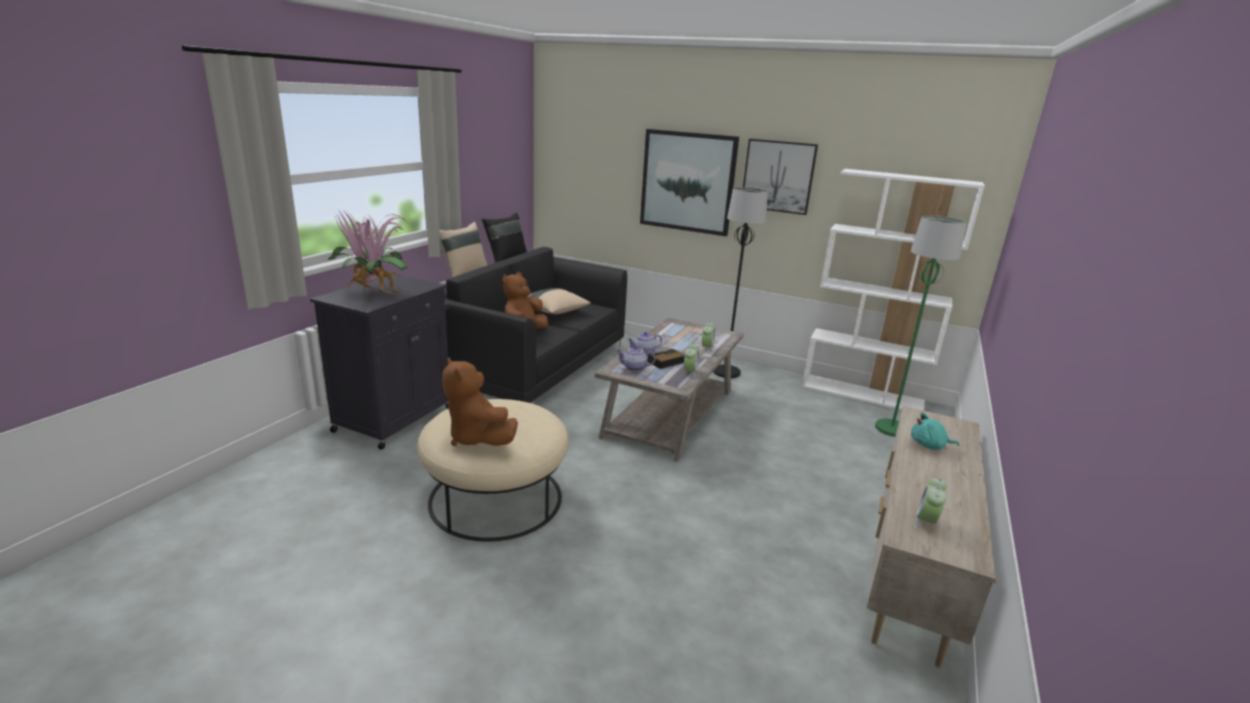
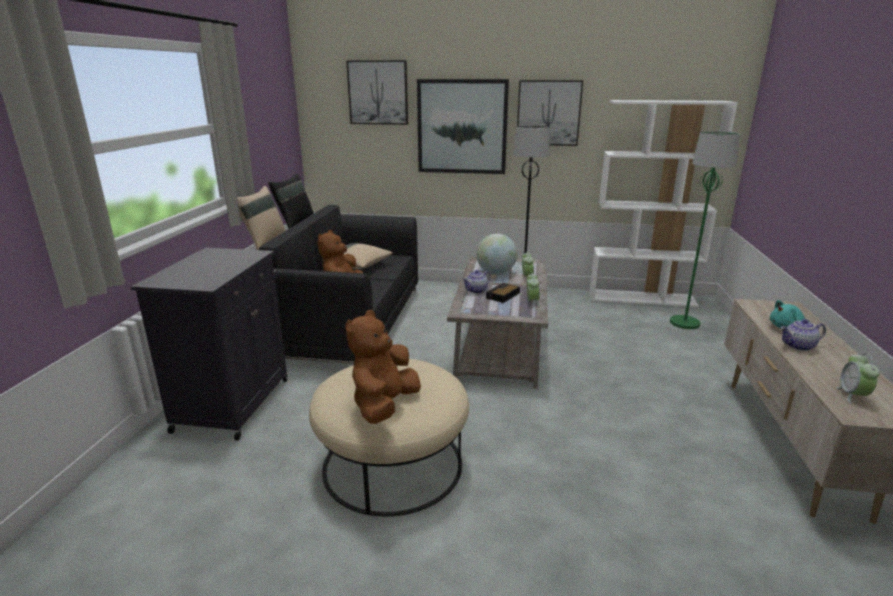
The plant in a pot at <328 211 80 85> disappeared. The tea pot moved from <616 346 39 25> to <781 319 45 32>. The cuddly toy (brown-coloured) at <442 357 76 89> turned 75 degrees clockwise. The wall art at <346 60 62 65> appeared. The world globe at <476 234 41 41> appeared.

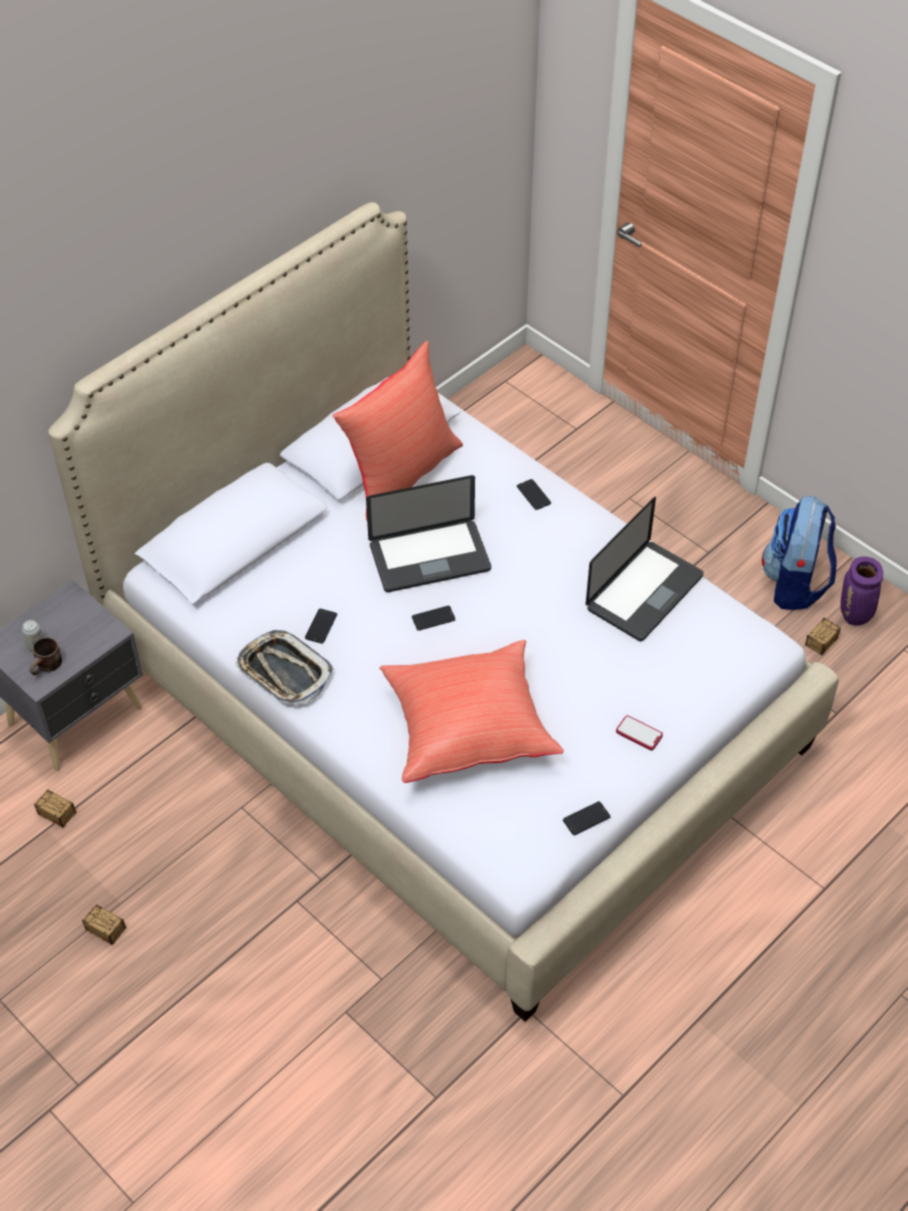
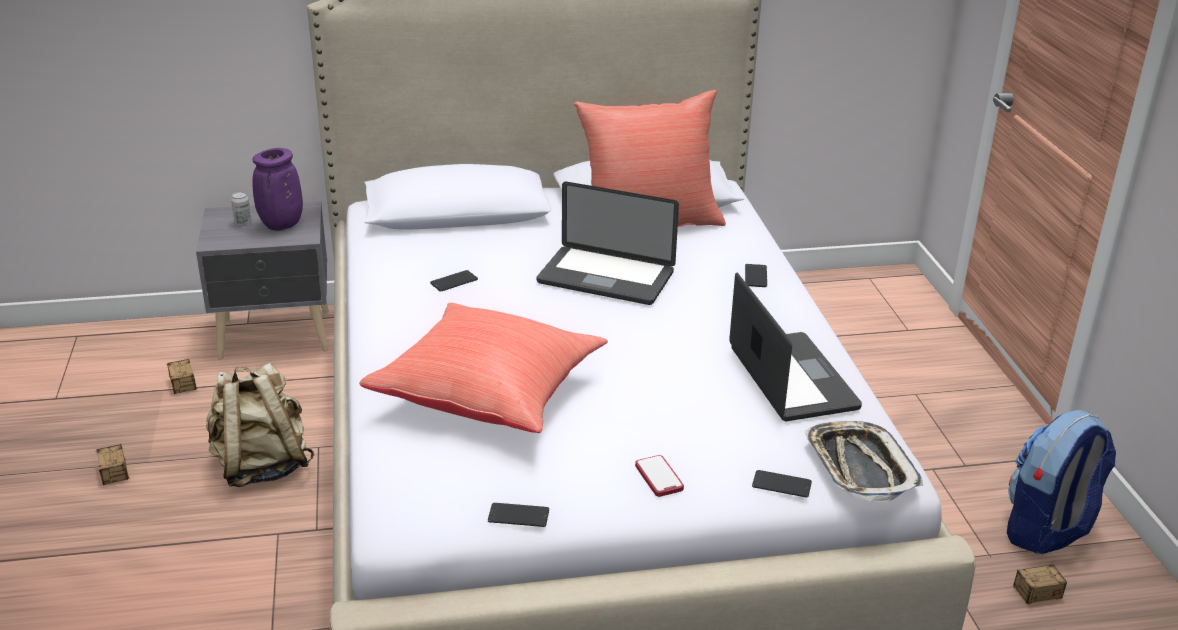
The laptop at <586 497 118 144> turned 90 degrees counterclockwise. The vase (purple) moved from <840 556 43 70> to <252 148 51 83>. The telephone moved from <412 606 44 25> to <752 470 60 28>. The serving tray moved from <235 630 99 75> to <804 421 119 81>. The tea mug (brown-coloured) at <30 637 32 38> disappeared. The rucksack (beige) at <206 363 108 124> appeared.

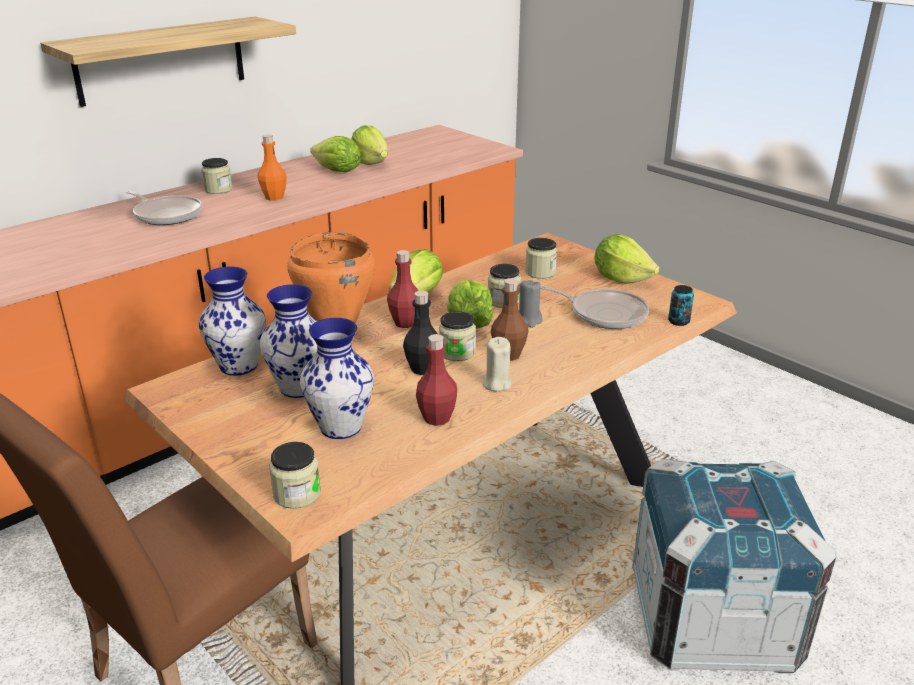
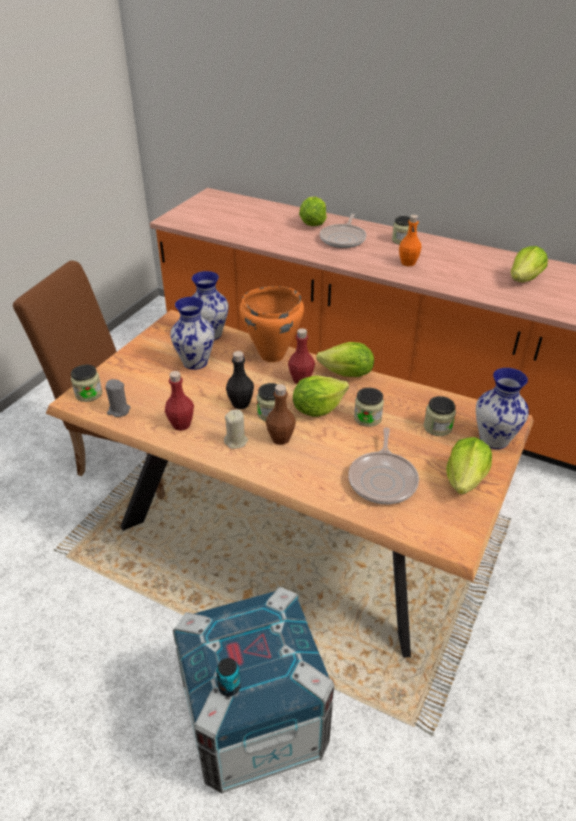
The shelf at <40 17 256 90> disappeared. The head of lettuce moved from <310 136 51 36> to <299 197 28 29>. The wax light (gray) moved from <519 280 24 48> to <105 379 26 38>. The metal can moved from <668 285 26 41> to <216 658 25 38>. The vase moved from <300 318 74 121> to <476 368 53 81>.

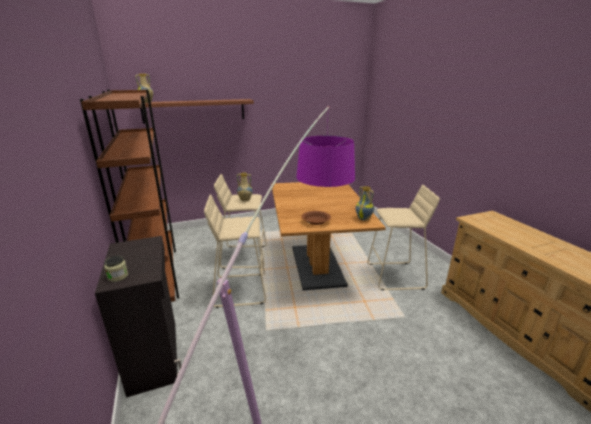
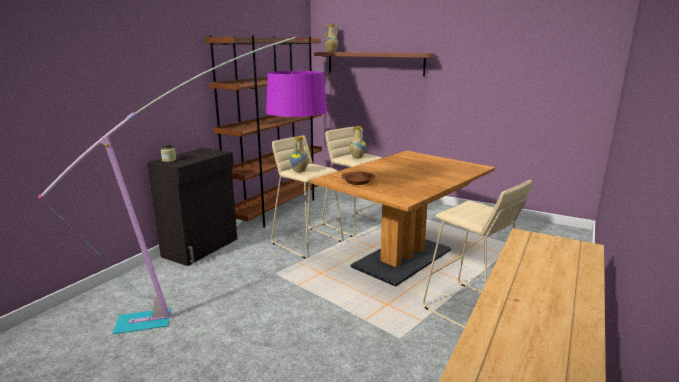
The vase moved from <355 186 19 35> to <290 136 19 36>.

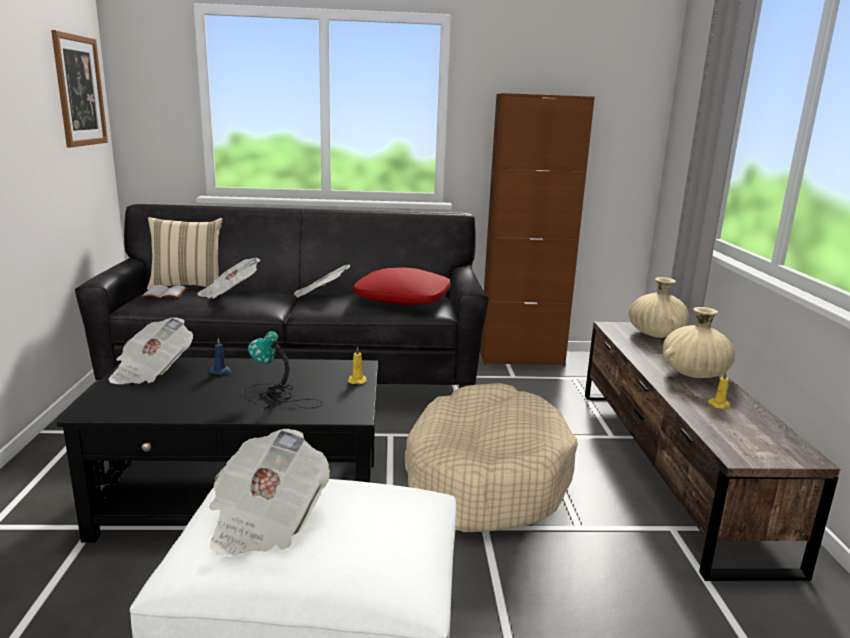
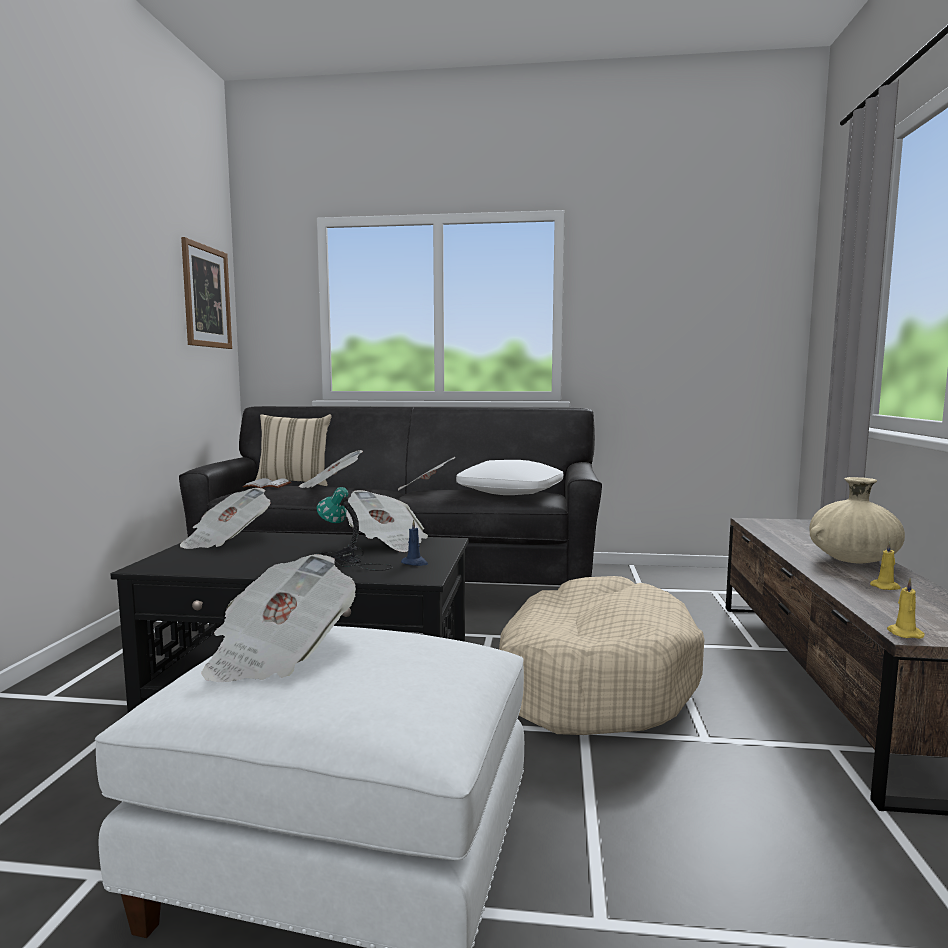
The cupboard (brown-coloured) at <480 93 115 273> disappeared. The cushion (reddish) at <354 267 97 39> became the cushion (whitish) at <456 460 107 35>. The vase (beige) at <629 277 60 61> disappeared. The wax light (blue-coloured) moved from <210 338 22 37> to <401 520 27 46>. The wax light (yellow) moved from <348 346 19 38> to <887 579 38 60>. The daily paper at <346 490 82 62> appeared.

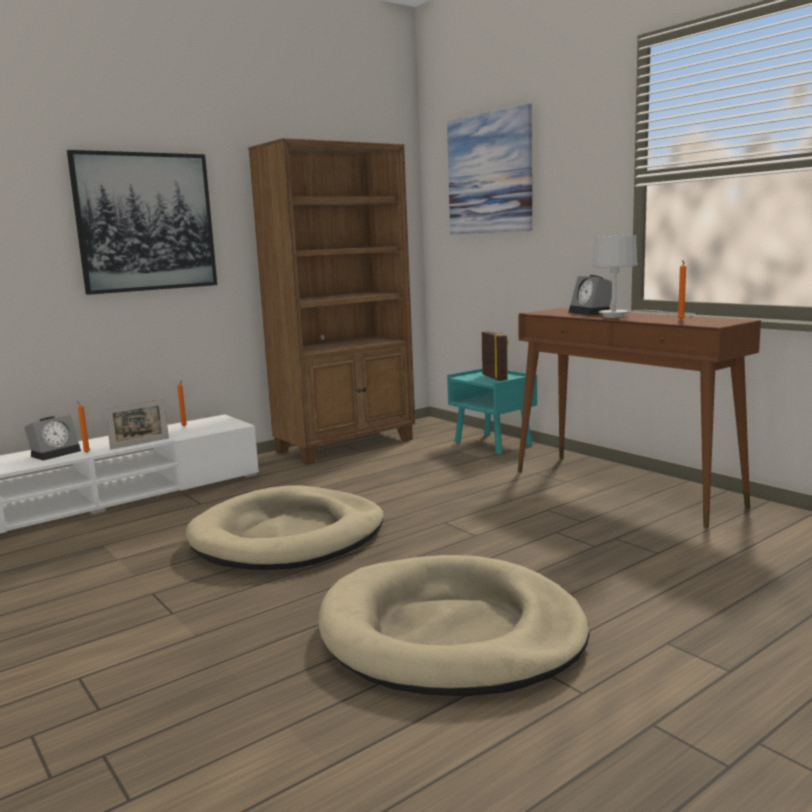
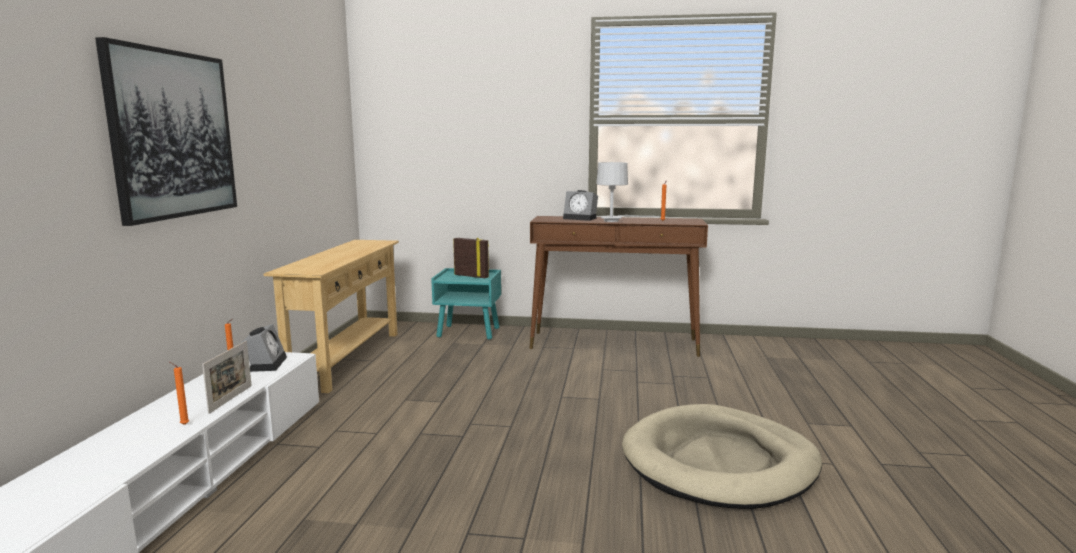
The wall art at <447 103 85 131> disappeared. The bookcase (brown-coloured) at <248 138 167 327> was replaced by the hall table (beige) at <264 240 135 153>. The alarm clock moved from <24 415 57 46> to <241 324 46 48>. The dog bed (beige) at <186 485 198 85> disappeared.

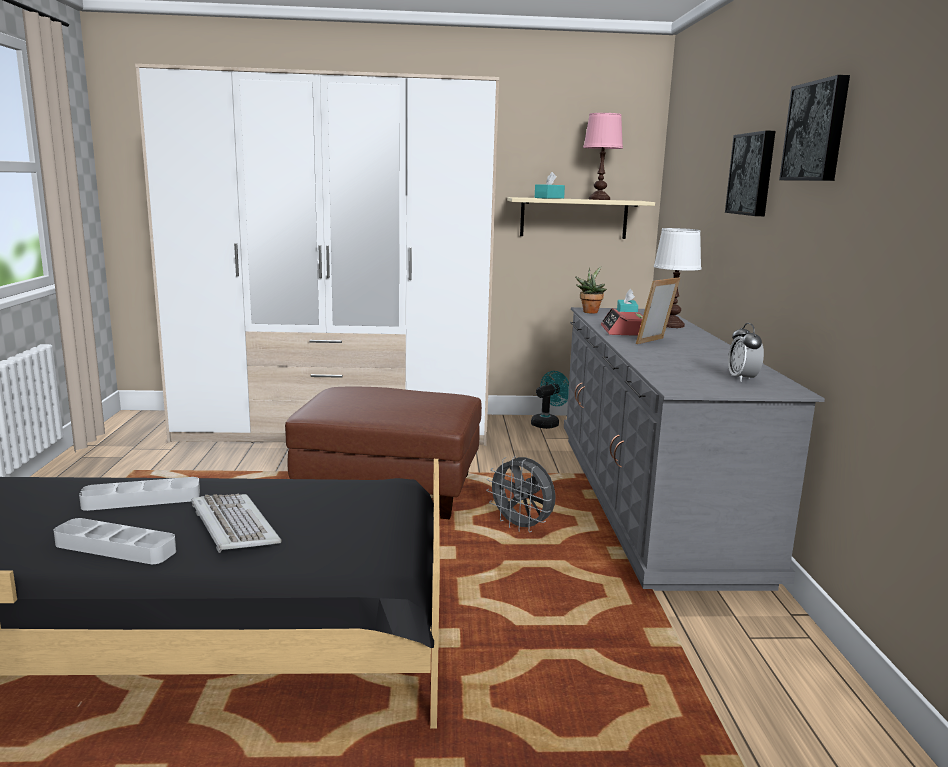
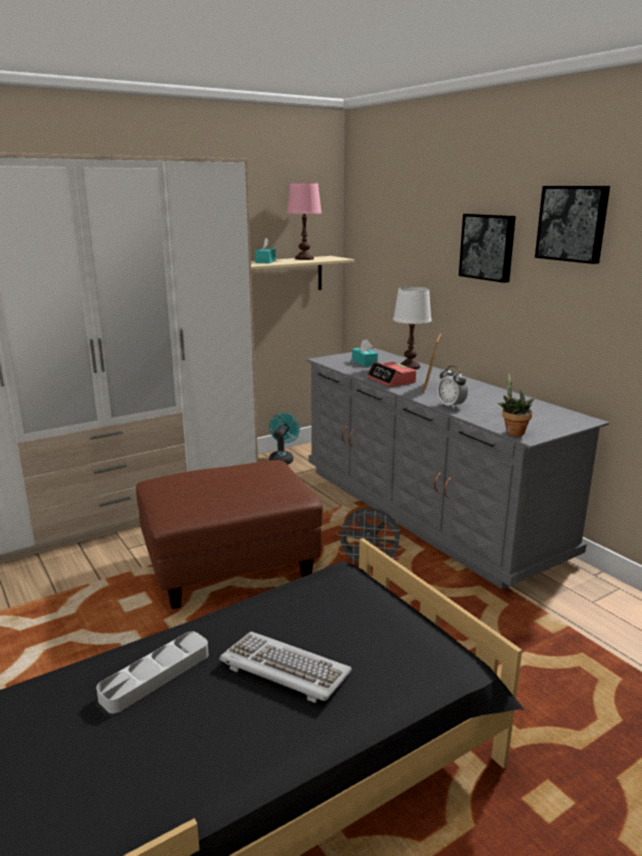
The plant in a pot moved from <575 266 32 48> to <498 374 36 62>. The alarm clock moved from <728 323 36 59> to <437 366 31 43>. The serving tray (gray) at <54 518 122 46> disappeared.

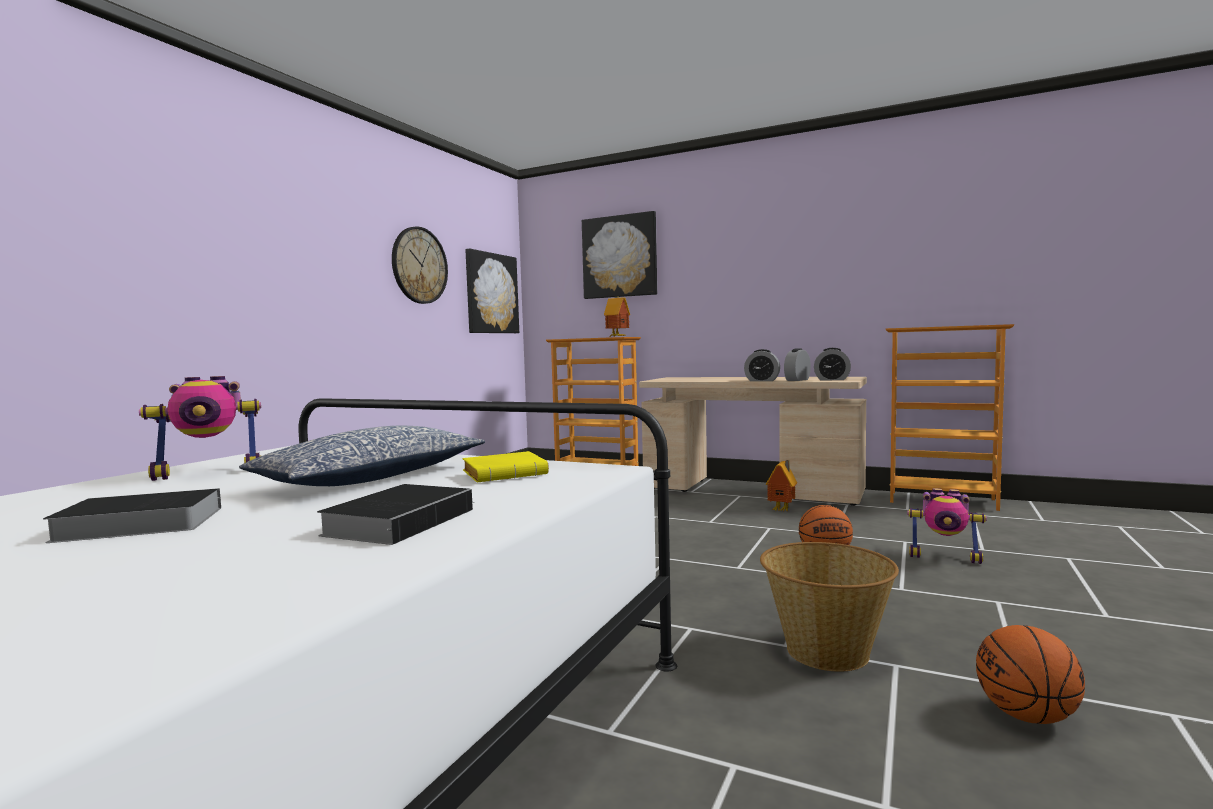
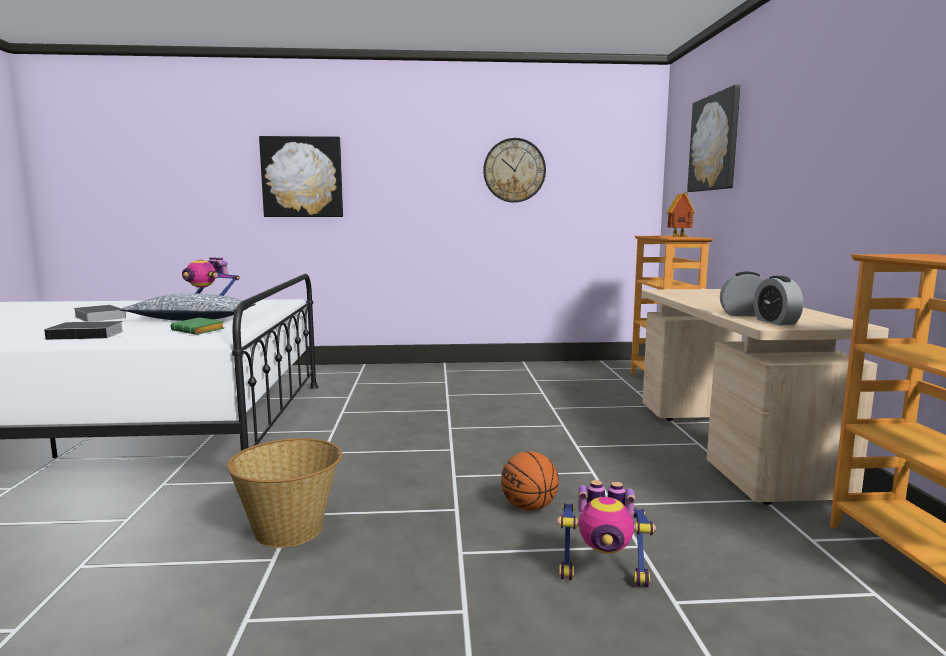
The wall art moved from <465 249 54 84> to <259 136 84 81>. The alarm clock at <744 349 36 32> disappeared. The volume (yellow) at <463 451 86 31> became the volume (greenish) at <171 317 53 18>. The miniature house at <765 460 32 51> disappeared. The robot figure at <907 488 80 76> turned 75 degrees counterclockwise. The basketball at <976 625 109 99> disappeared.

